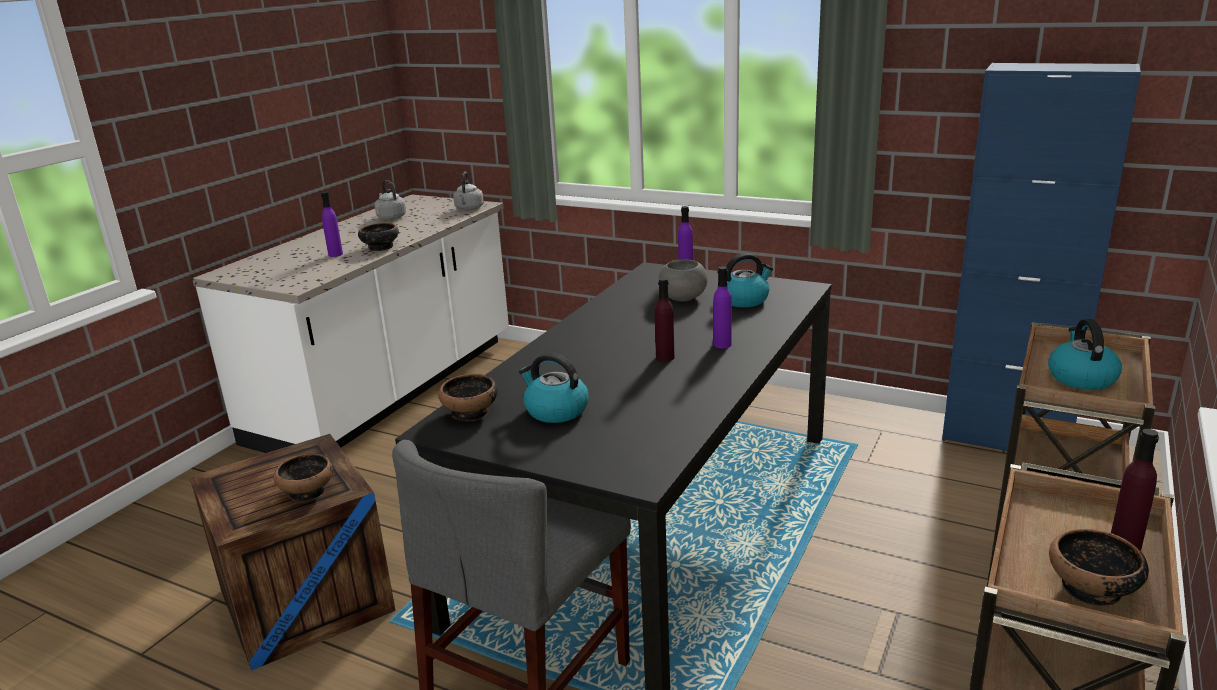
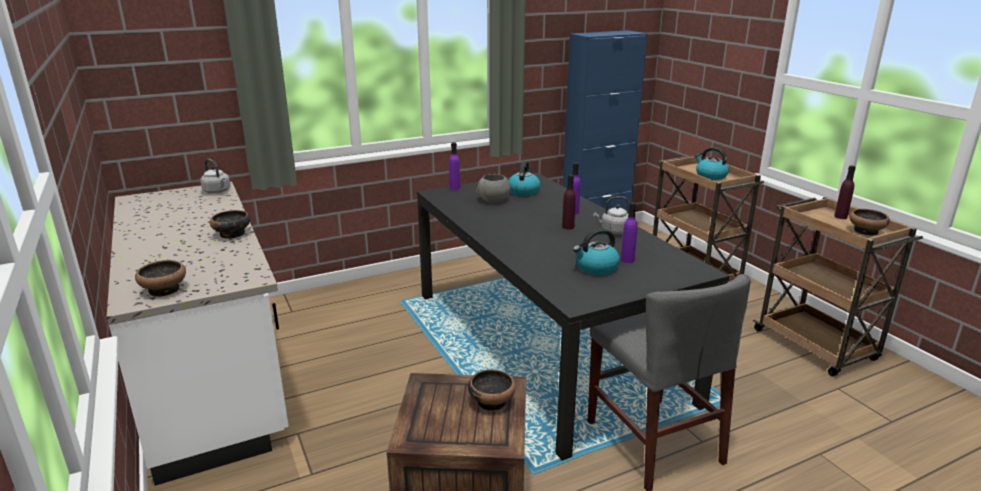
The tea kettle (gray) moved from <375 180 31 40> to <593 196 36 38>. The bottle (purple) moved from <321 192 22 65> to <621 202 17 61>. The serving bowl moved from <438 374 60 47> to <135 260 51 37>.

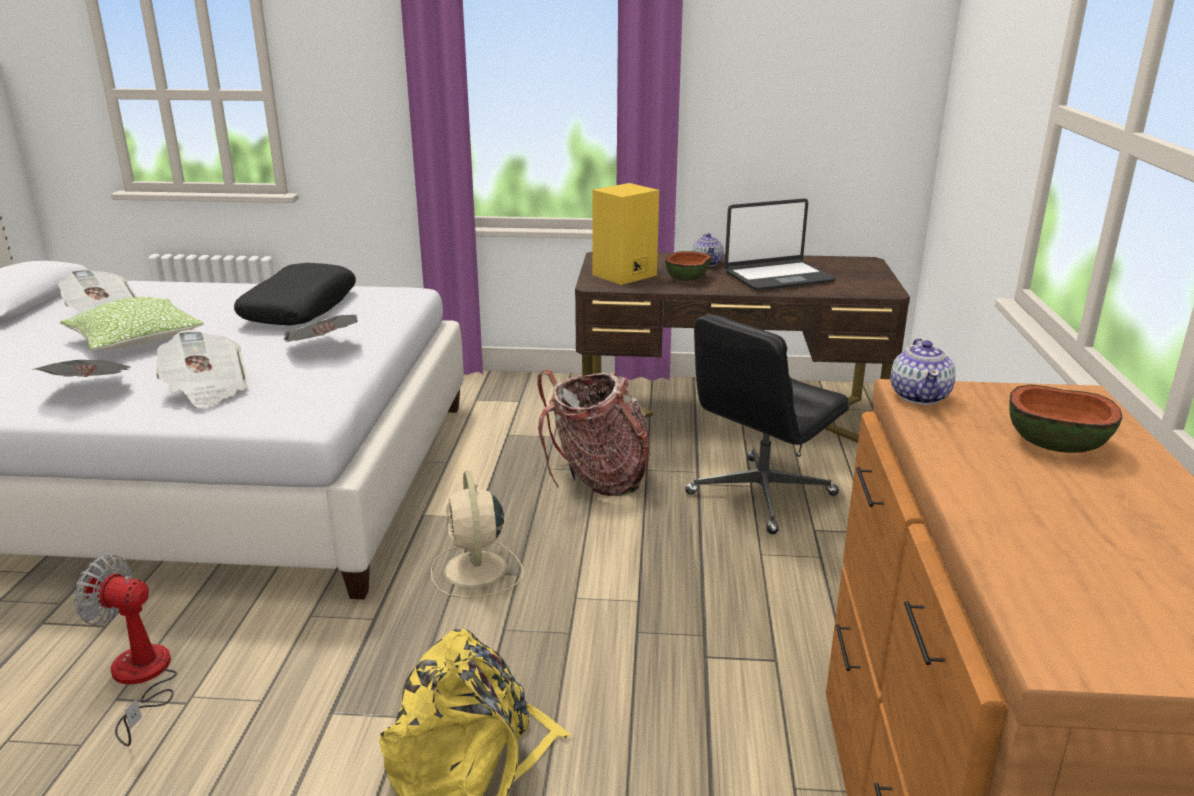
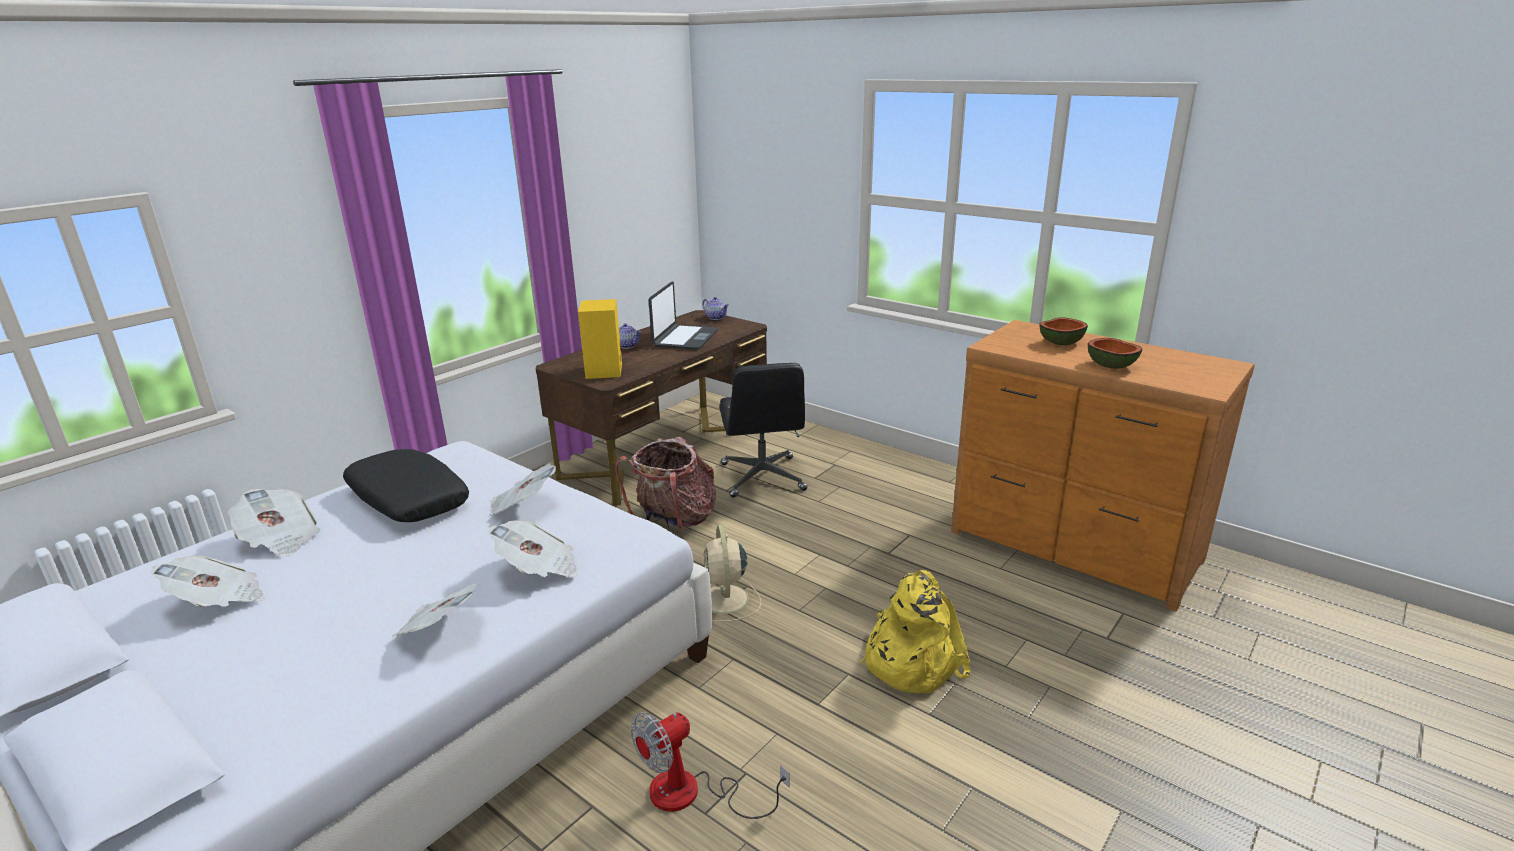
The serving bowl moved from <665 251 47 30> to <1088 338 54 31>. The cushion at <60 297 144 53> disappeared. The tea pot moved from <891 338 64 67> to <702 297 27 23>. The fan (beige) at <431 471 93 127> turned 60 degrees clockwise. The daily paper at <228 488 92 69> appeared.

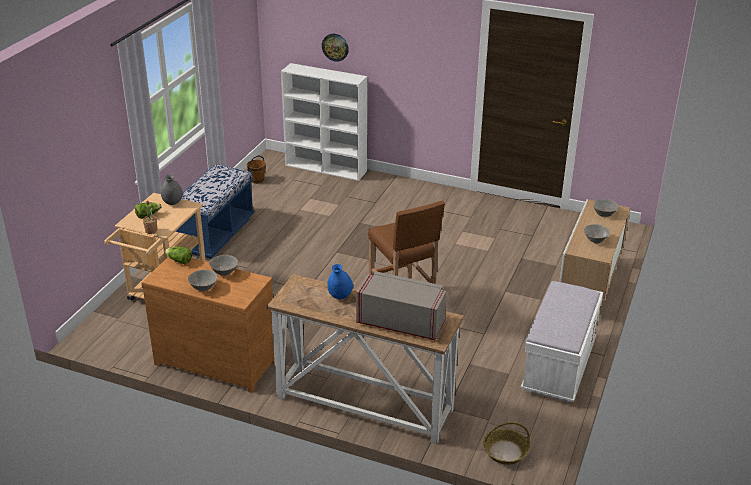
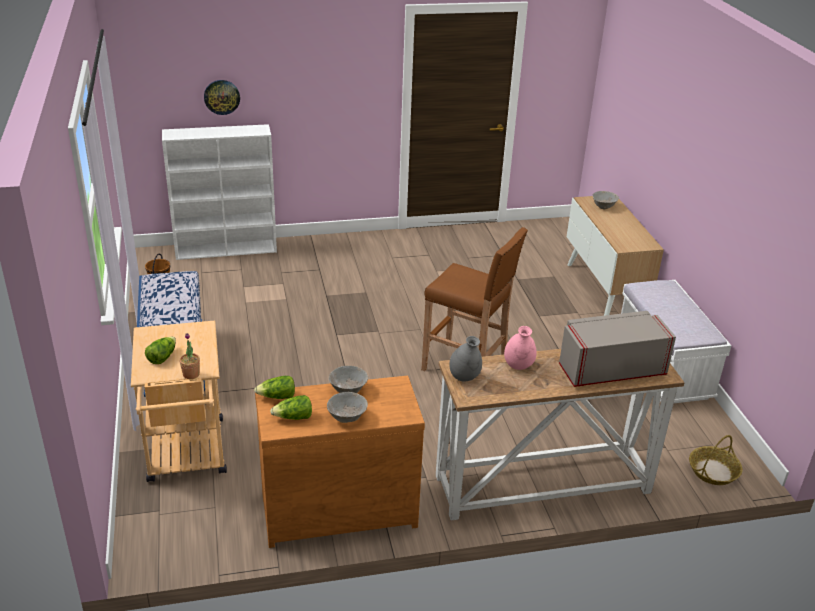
The vase (gray) moved from <161 174 22 31> to <449 336 33 46>. The serving bowl (gray) at <584 224 26 20> disappeared. The vase (blue-coloured) at <327 264 26 35> became the vase (pinkish) at <504 326 33 44>. The head of lettuce at <270 395 42 25> appeared.

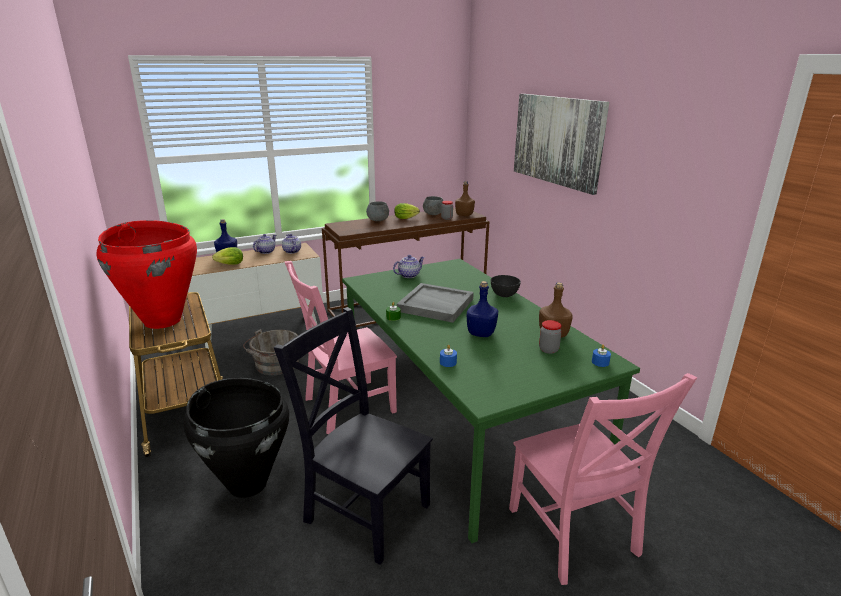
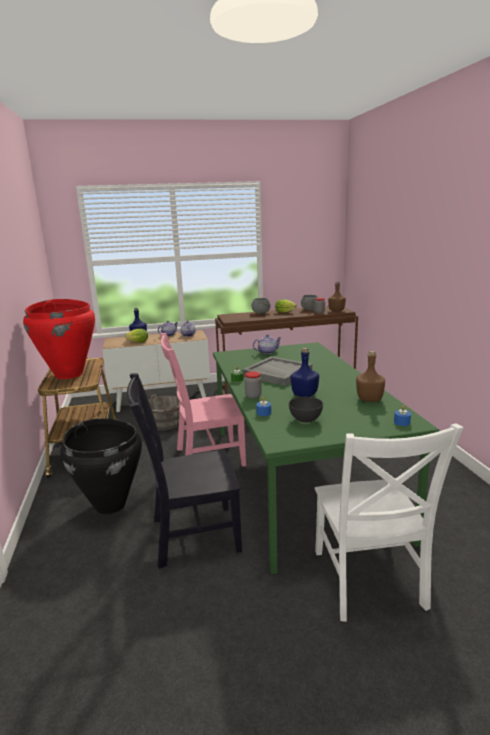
The wall art at <514 94 95 101> disappeared. The serving bowl (gray) moved from <491 275 30 22> to <289 397 34 26>. The chair (black) at <274 307 159 258> turned 60 degrees counterclockwise. The jar moved from <539 320 23 34> to <245 371 17 28>. The chair (pinkish) at <509 373 189 212> became the chair (whitish) at <315 423 149 199>.

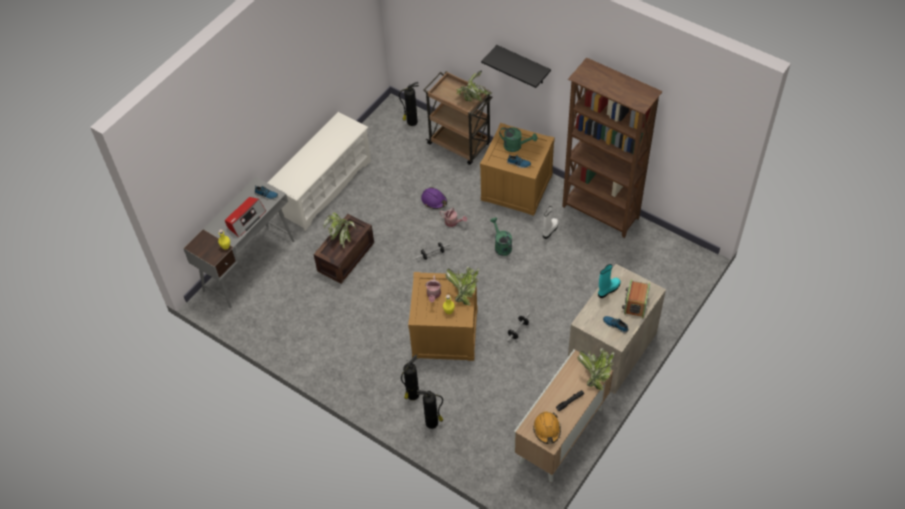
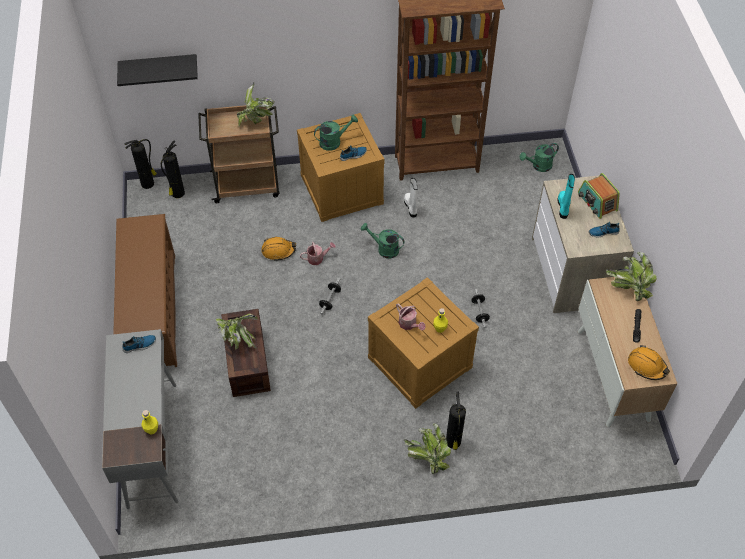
The shelf (black) moved from <481 45 70 43> to <117 54 81 32>. The shoe stand (whitish) at <267 112 104 119> became the shoe stand (brown-coloured) at <113 214 64 153>. The safety helmet (purple) at <421 187 26 22> became the safety helmet (orange) at <261 237 35 24>. The radio receiver at <225 197 41 40> disappeared. The plant in a pot moved from <445 266 35 39> to <404 423 47 51>. The extinguisher moved from <417 390 26 39> to <124 139 33 50>. The watering can (greenish) at <519 143 40 29> appeared.

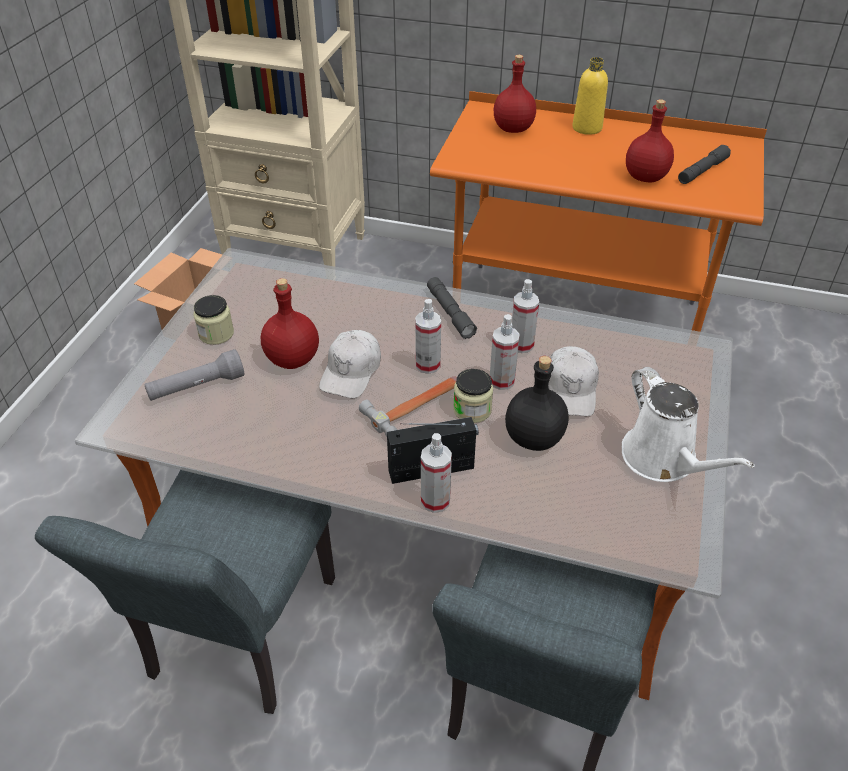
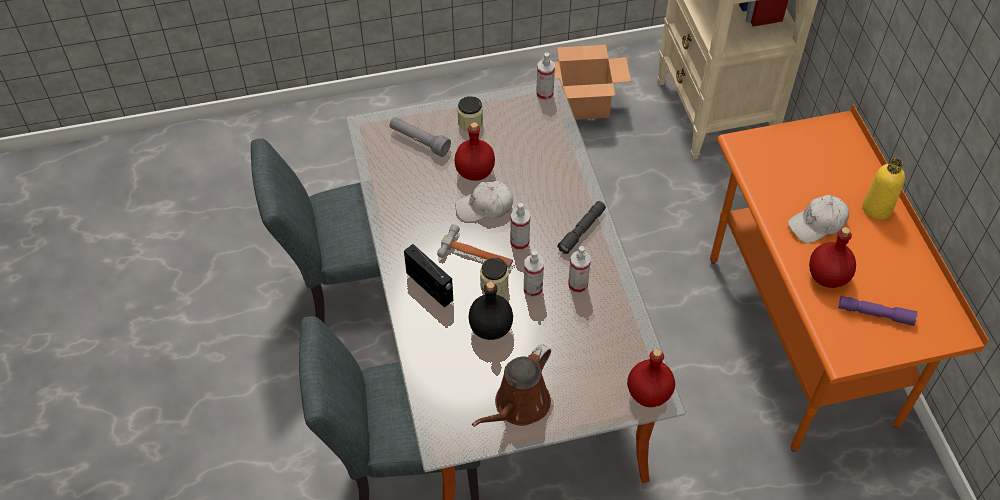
The bottle (reddish) moved from <494 55 42 78> to <627 349 48 58>. The flashlight (gray) at <678 145 53 39> became the flashlight (purple) at <838 296 79 30>. The cap (whitish) moved from <548 346 51 70> to <788 195 61 48>. The watering can (whitish) at <622 367 133 115> became the watering can (brown-coloured) at <472 344 79 83>. The sprayer moved from <421 433 31 80> to <536 53 19 48>.

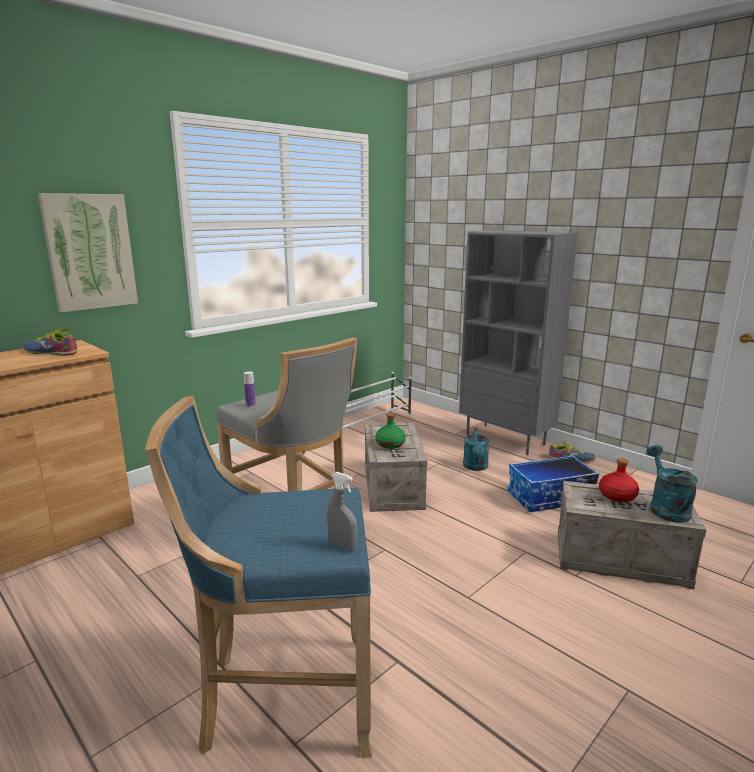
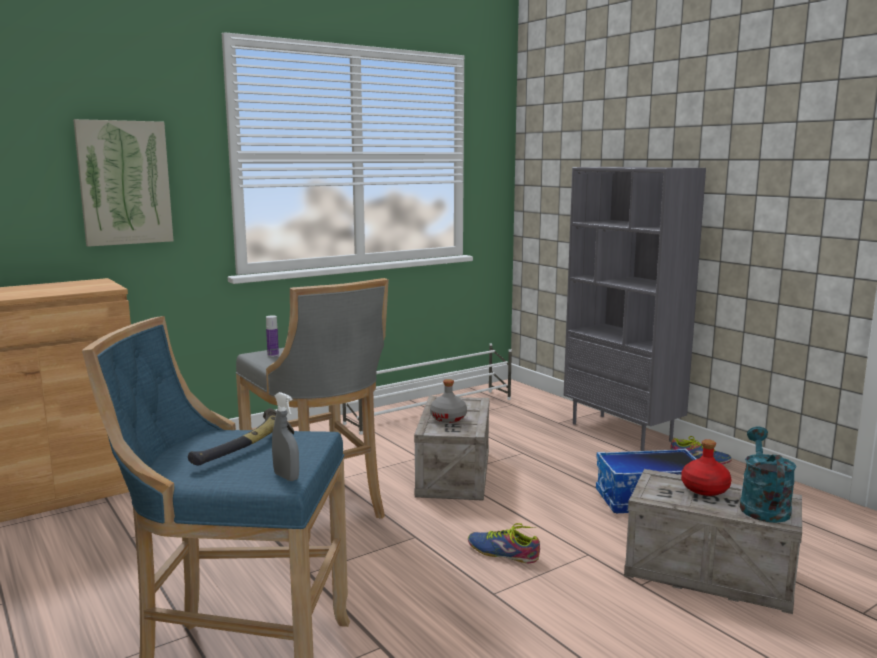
The shoe moved from <23 329 54 27> to <468 523 72 40>. The bottle (greenish) at <375 413 31 36> became the bottle (gray) at <430 379 37 44>. The watering can (turquoise) at <463 427 26 44> disappeared. The hand hammer at <188 408 106 57> appeared.

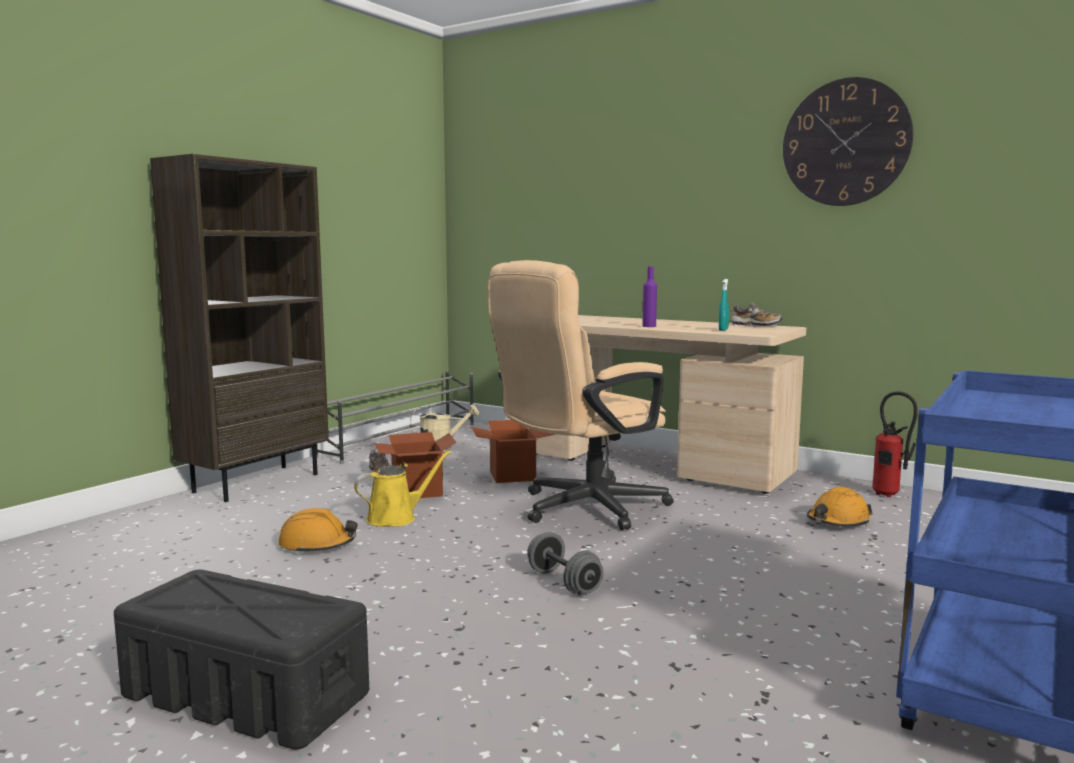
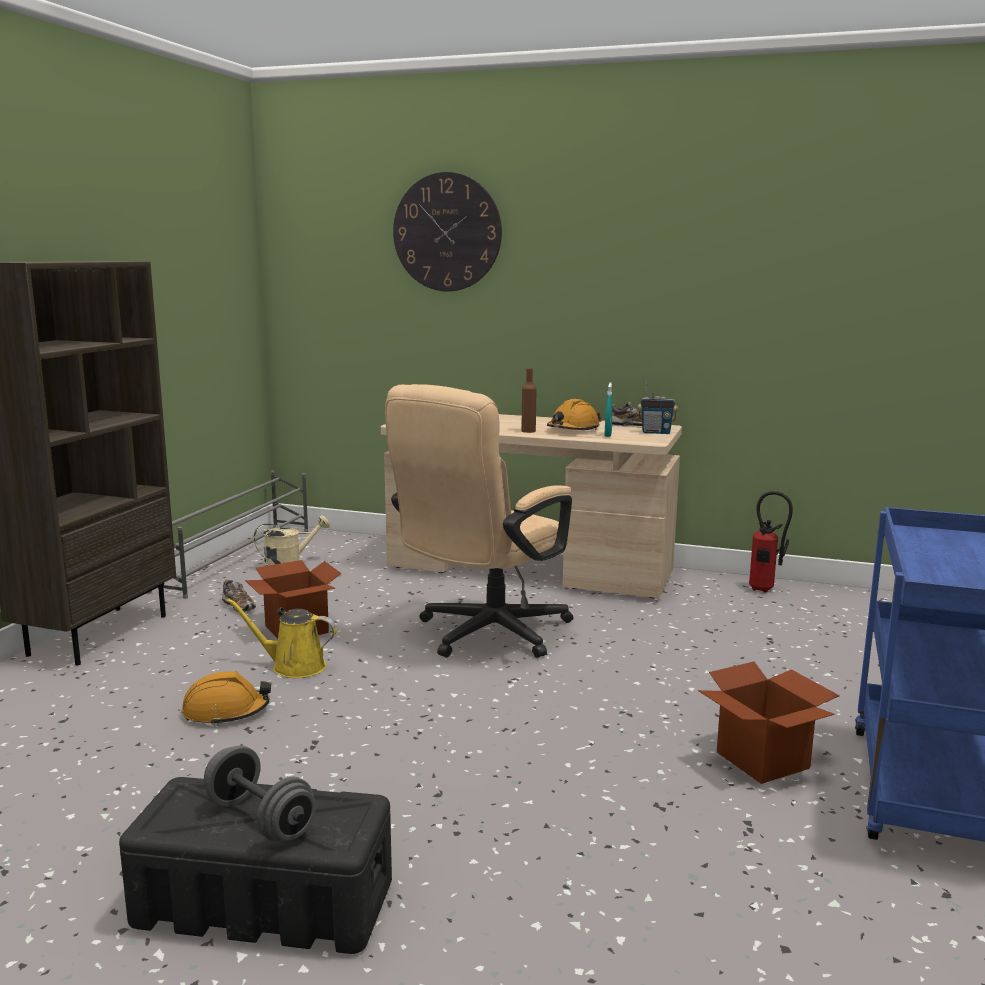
The wall clock moved from <783 77 130 129> to <393 172 109 119>. The bottle (purple) at <642 267 15 60> became the bottle (brown-coloured) at <521 368 16 65>. The packing box moved from <471 420 84 63> to <698 662 142 122>. The watering can (yellow) at <354 450 97 76> turned 120 degrees counterclockwise. The safety helmet (orange) moved from <807 487 66 40> to <547 399 54 31>. The dumbbell (gray) moved from <527 532 77 63> to <204 746 112 96>. The radio receiver at <638 380 40 54> appeared.

